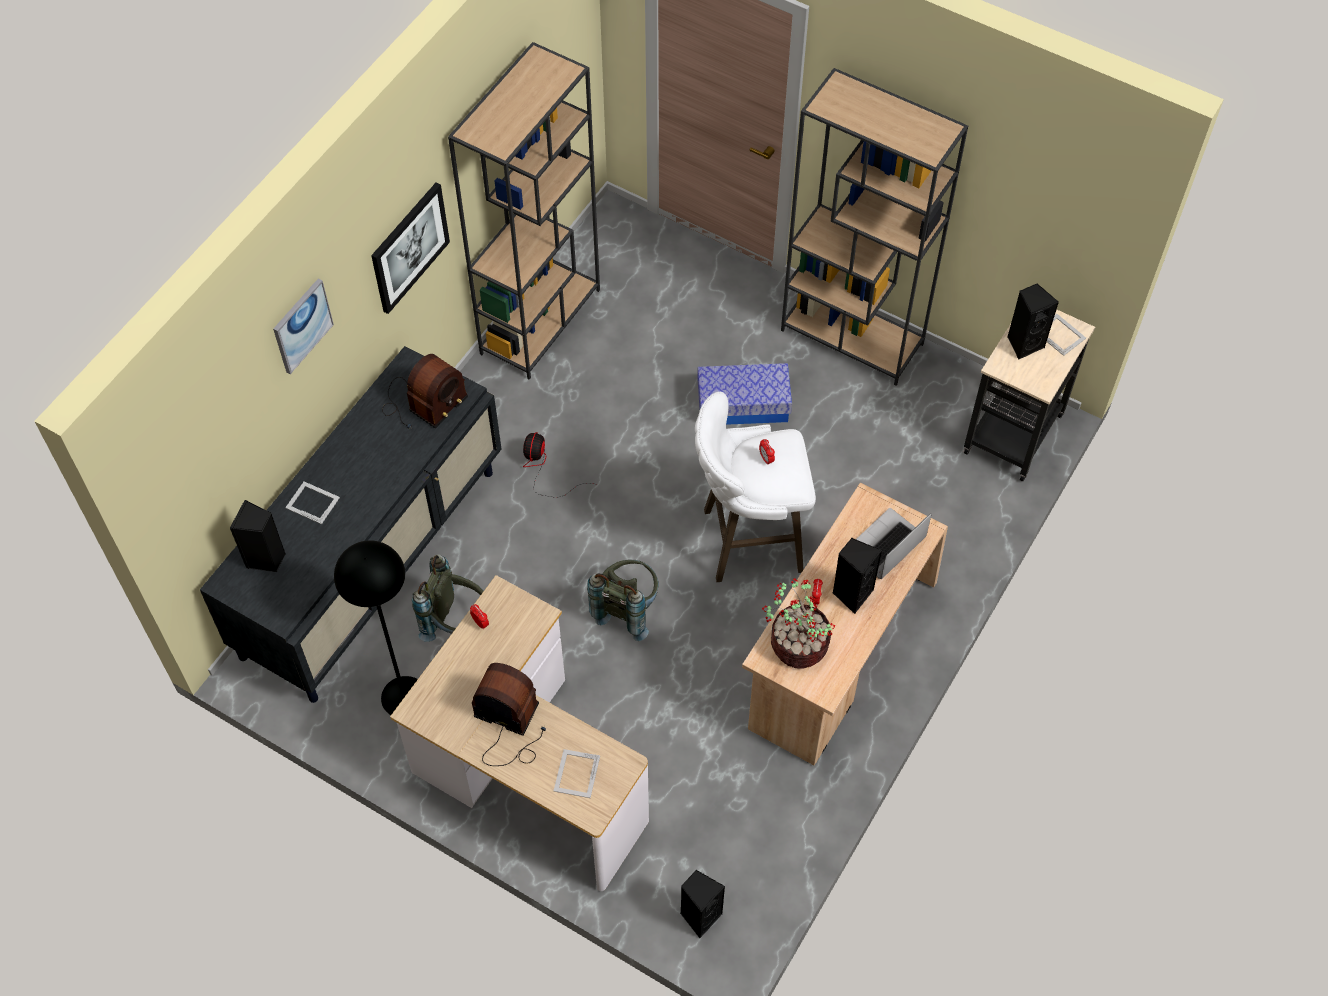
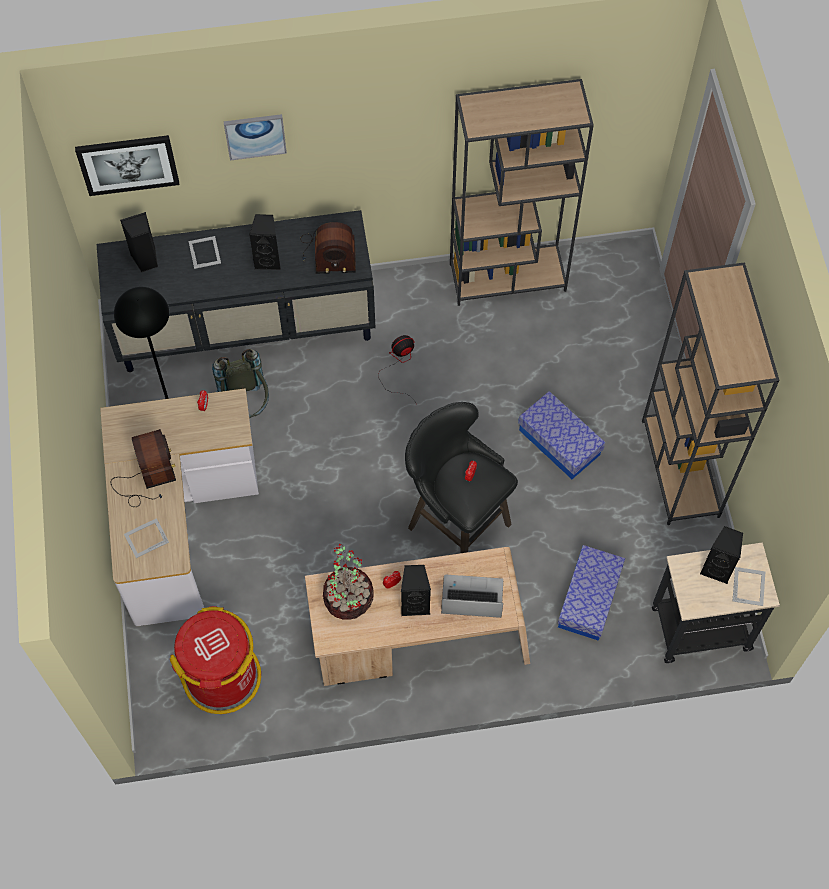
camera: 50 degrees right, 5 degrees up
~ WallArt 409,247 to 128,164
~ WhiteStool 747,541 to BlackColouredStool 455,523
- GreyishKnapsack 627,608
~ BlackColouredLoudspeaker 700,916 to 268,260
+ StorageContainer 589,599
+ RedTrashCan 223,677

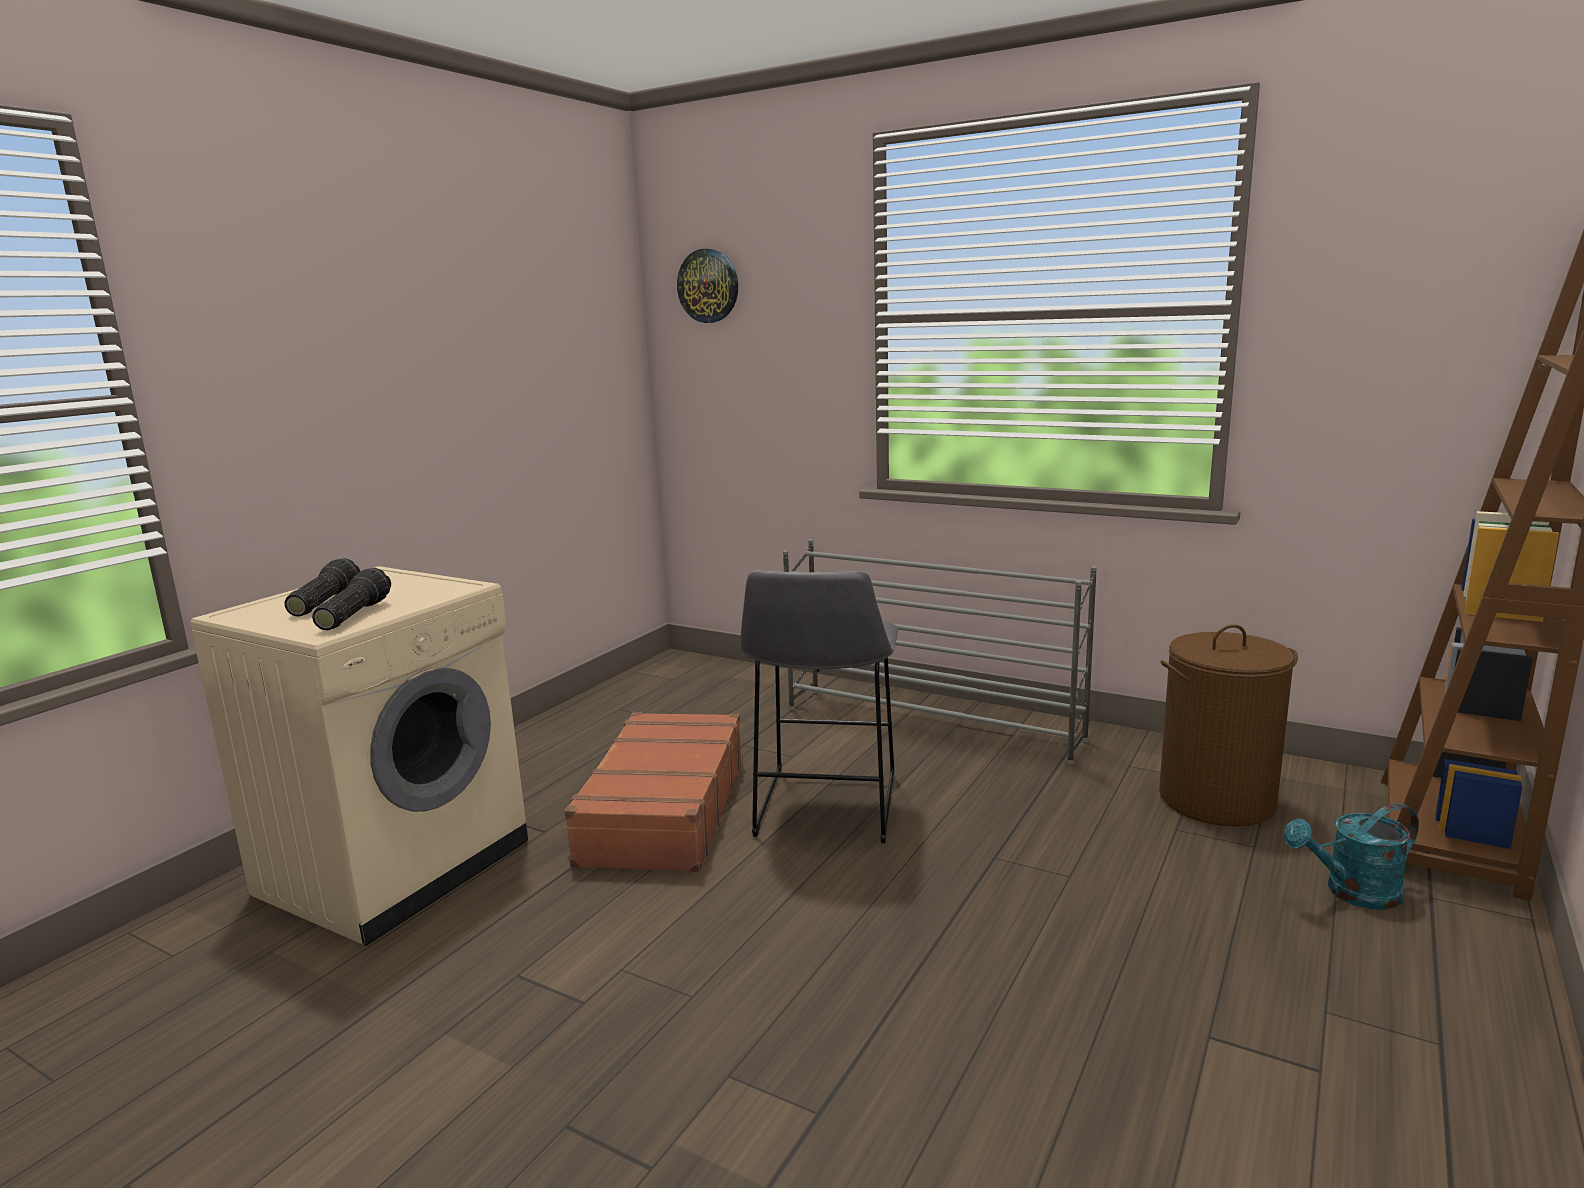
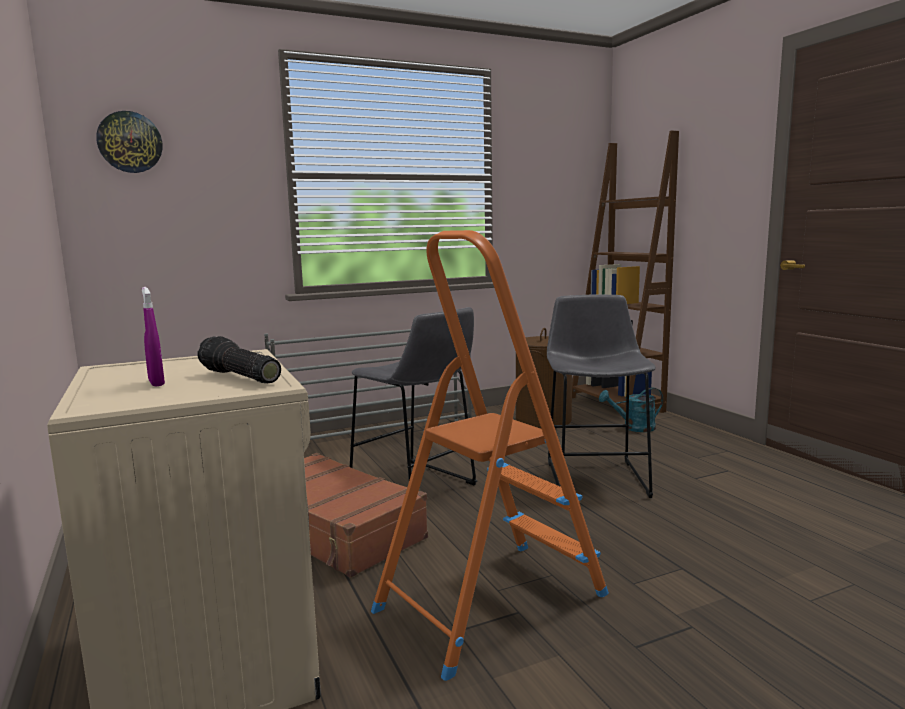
camera: 55 degrees left, 5 degrees down
~ Flashlight 323,602 to PurpleColouredSprayer 156,383
~ TurquoiseWateringPot 1352,893 = 633,428 60 degrees clockwise
+ OrangeStepStool 494,601
+ GreyishStool 595,476

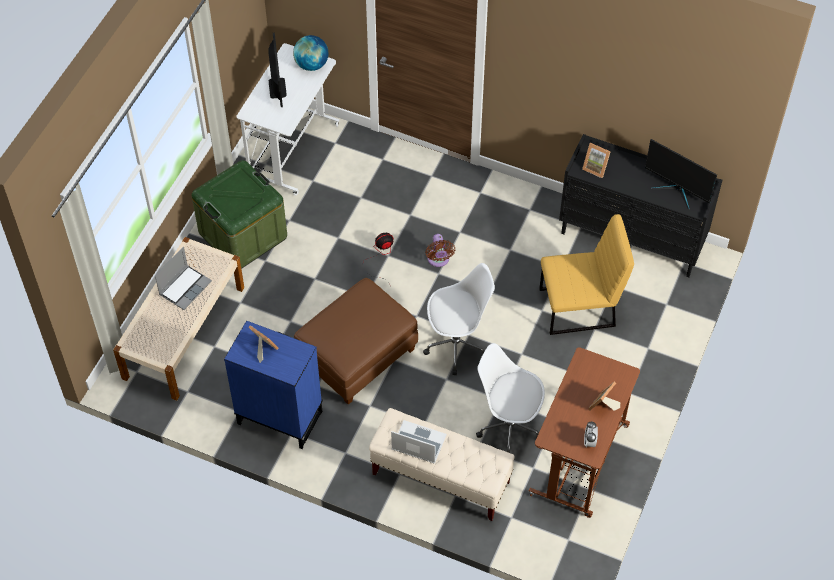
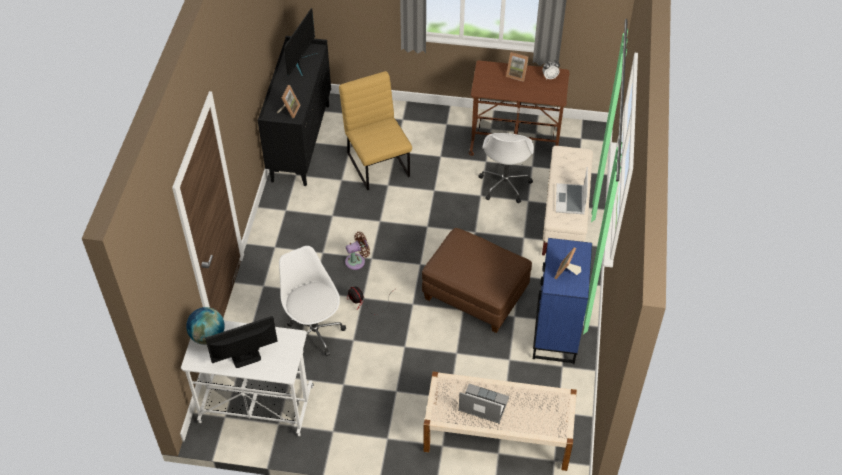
camera: 105 degrees left, 5 degrees down
- GreenStorageContainer 243,234
~ WhiteDeskChair 457,346 to 314,333

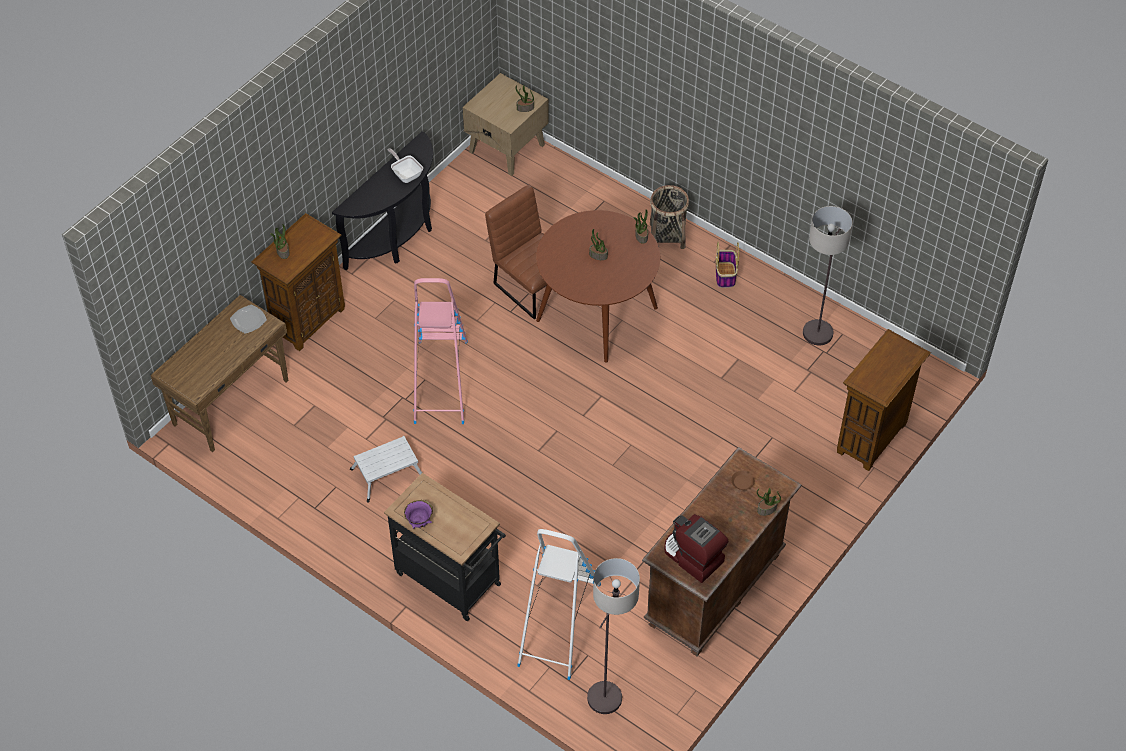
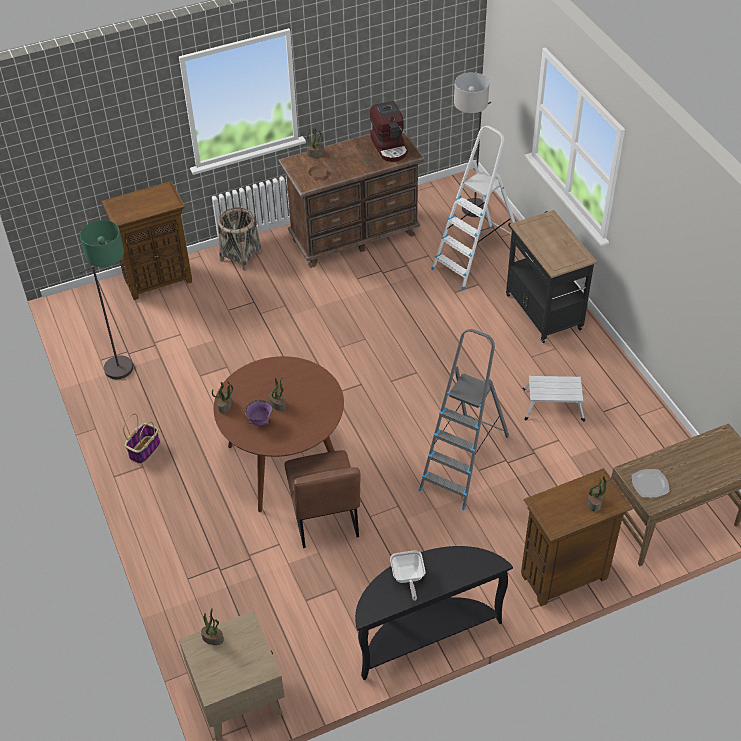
camera: 150 degrees left, 5 degrees down
~ Basket 667,236 to 241,256
~ GreyishFloorLamp 813,340 to GreenFloorLamp 127,365
~ PinkColouredStepStool 441,380 to GreyishStepStool 464,463
~ PurpleColouredDeepDish 419,522 to 260,421

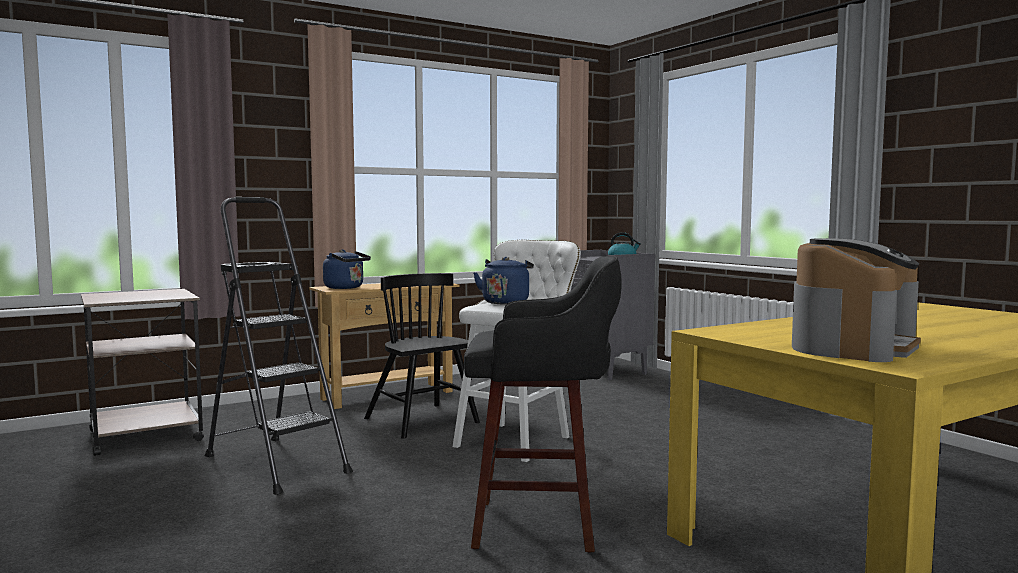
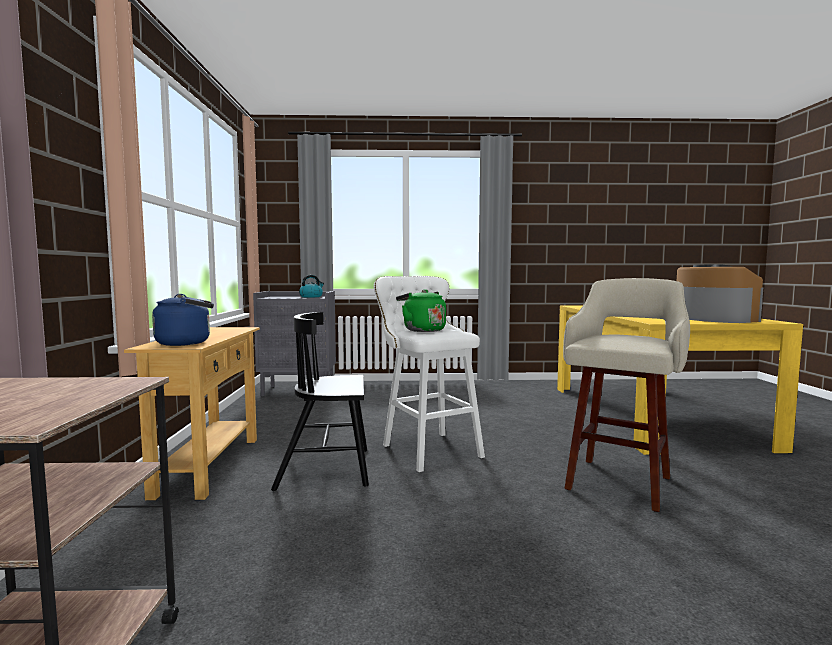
camera: 60 degrees left, 0 degrees up
- StepStool 275,462
~ BlackColouredStool 541,526 to BeigeColouredStool 620,481
~ BlueColouredKettle 506,302 to GreenKettle 422,330

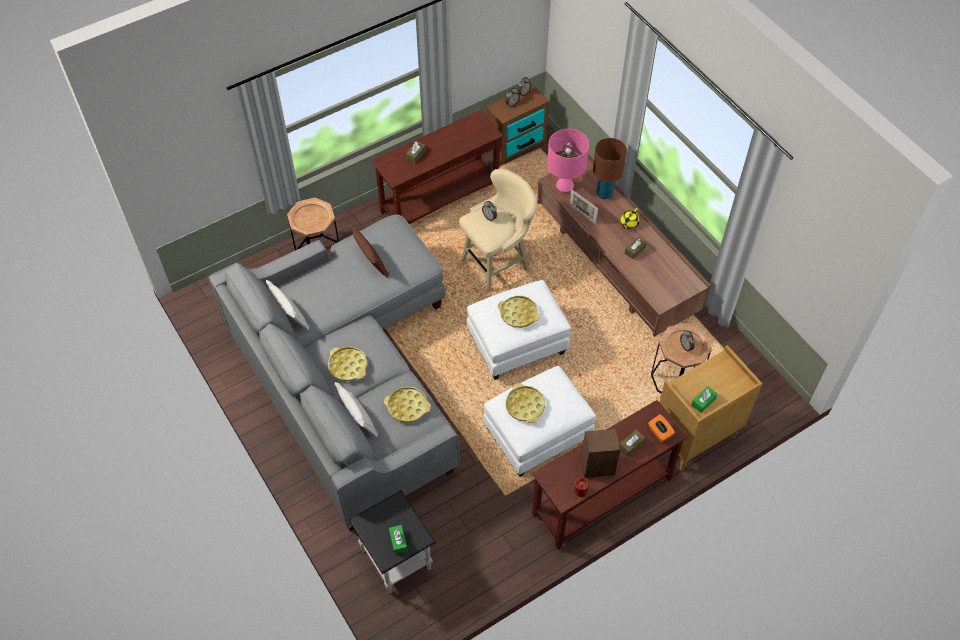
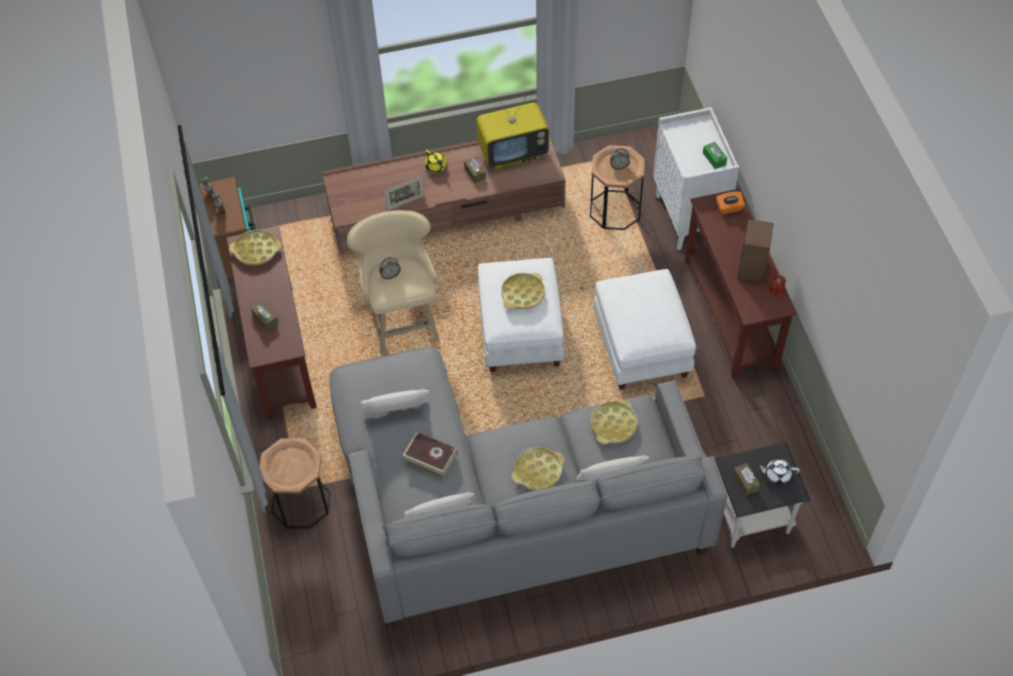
camera: 70 degrees left, 0 degrees up
- PinkColouredTabletopLamp 564,186
- BrownColouredTabletopLamp 604,193
~ BrownColouredCushion 370,261 to WhiteCushion 397,412
~ BrownColouredCupboard 694,438 to WhiteCupboard 688,218
~ YellowishCarryingTray 525,406 to 256,250
~ BrownColouredTissueBox 631,445 to 745,482
~ GreenTissueBox 398,541 to WhitePotForTea 777,474
+ Television 513,153
+ Volume 430,458

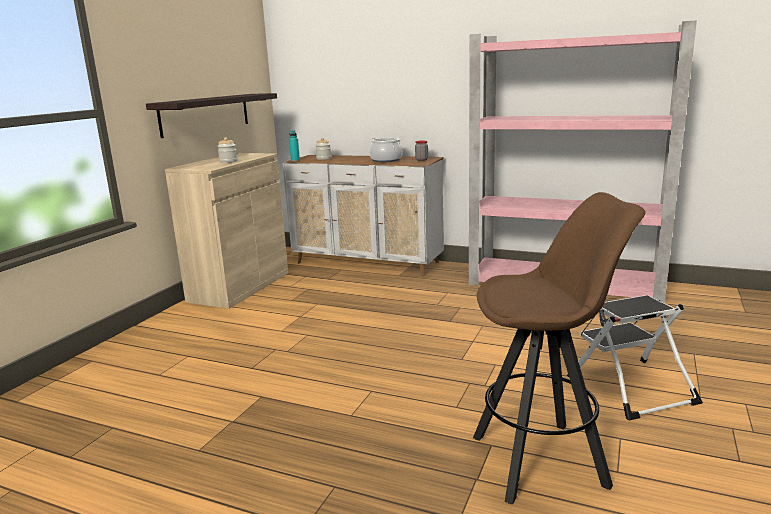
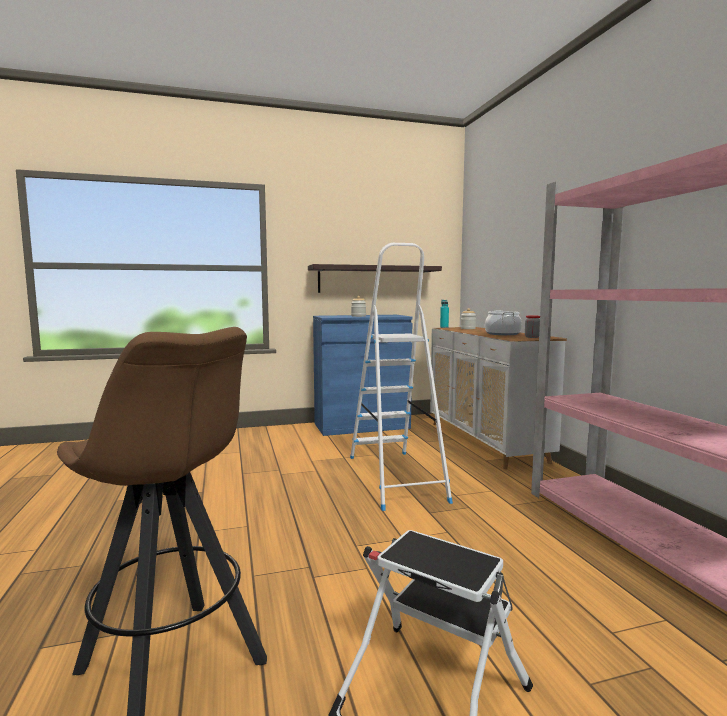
camera: 50 degrees right, 10 degrees down
~ BeigeColouredCupboard 239,287 to BlueColouredCupboard 361,426
+ WhiteStepStool 394,477

